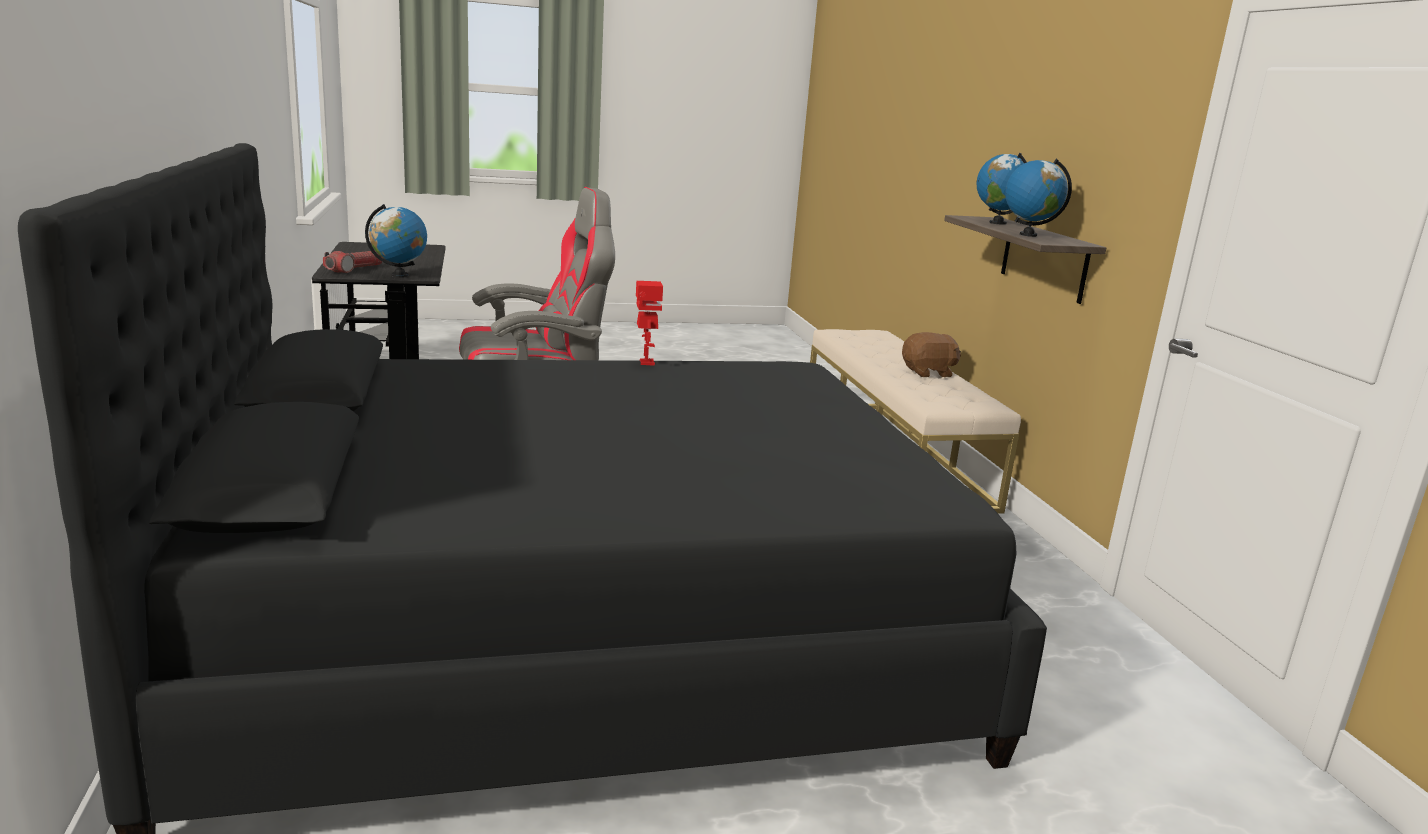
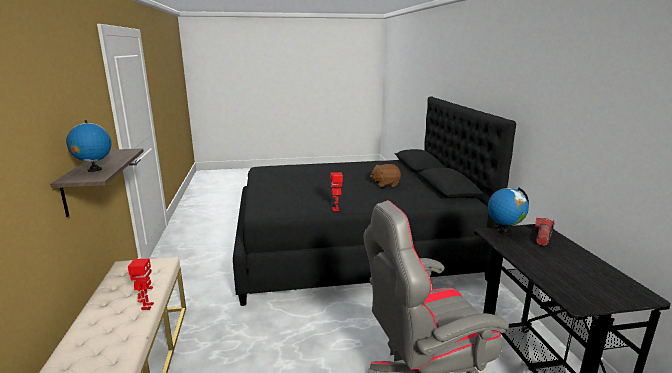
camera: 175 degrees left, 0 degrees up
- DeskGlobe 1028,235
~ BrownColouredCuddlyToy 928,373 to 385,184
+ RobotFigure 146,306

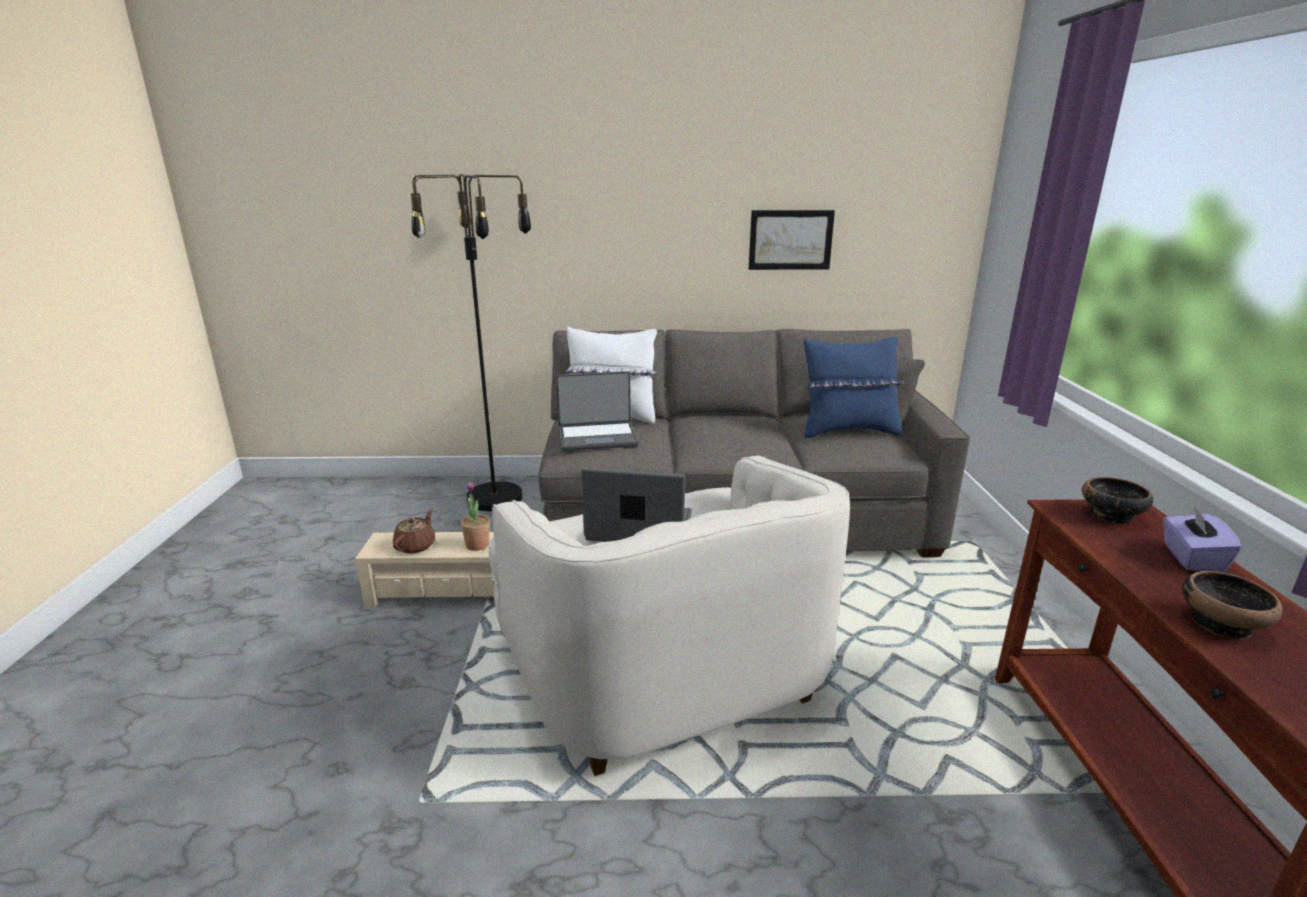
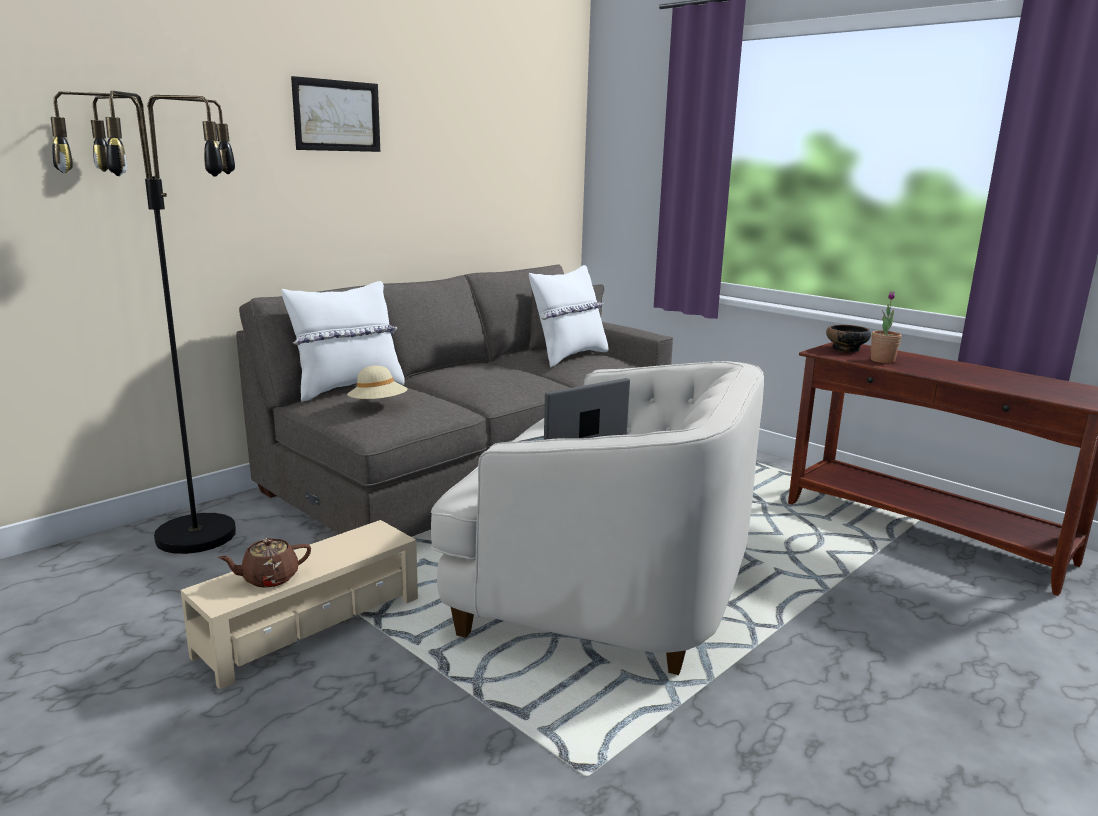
camera: 45 degrees left, 5 degrees down
~ WallArt 790,240 to 337,116
~ BlueColouredCushion 848,431 to WhiteCushion 569,356
~ NotebookComputer 597,437 to BeigeColouredHat 378,406
~ Houseplant 477,545 to 882,360
- PurpleColouredTissueBox 1191,558
~ BrownColouredPotForTea 416,546 = 269,578 90 degrees counterclockwise
- DeepDish 1221,624

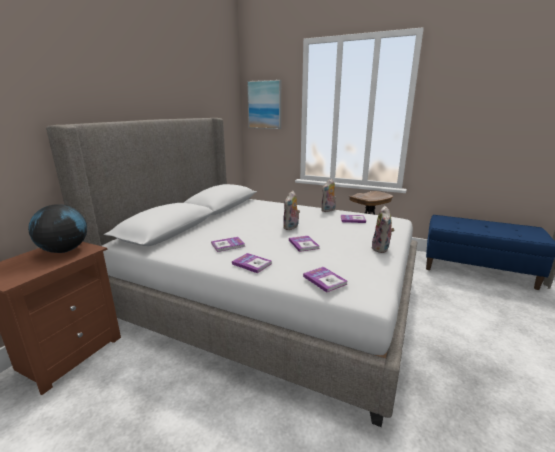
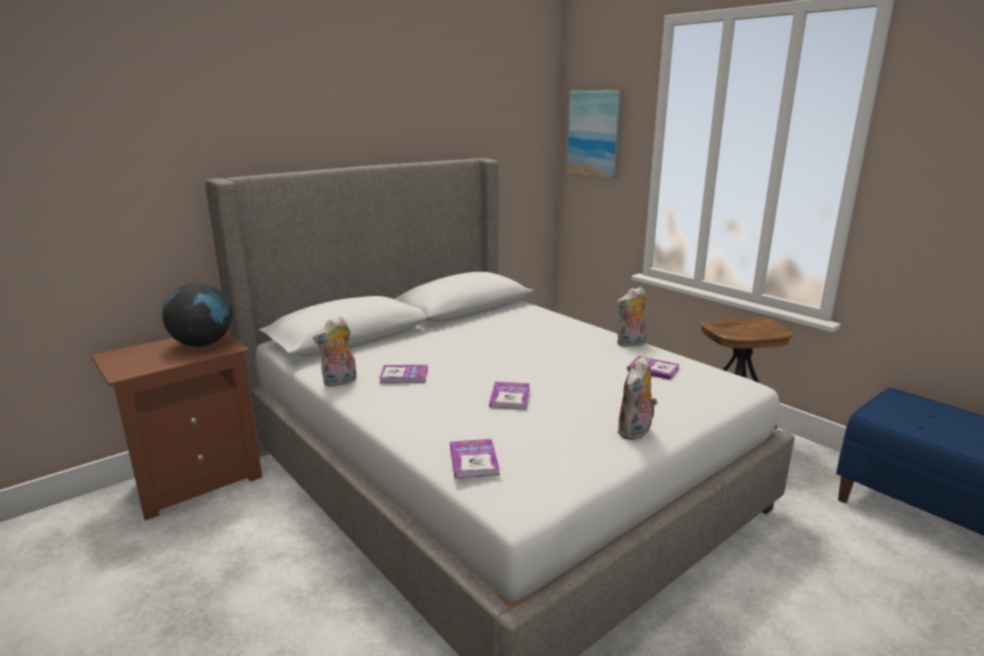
camera: 25 degrees right, 0 degrees up
~ CuddlyToy 291,227 to 340,382
- Volume 252,264

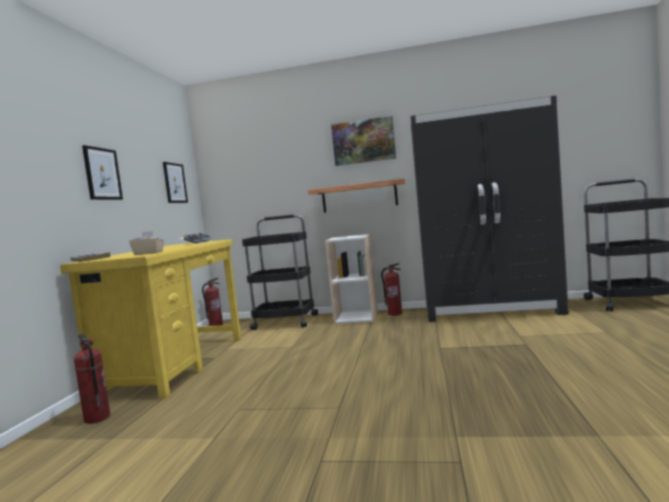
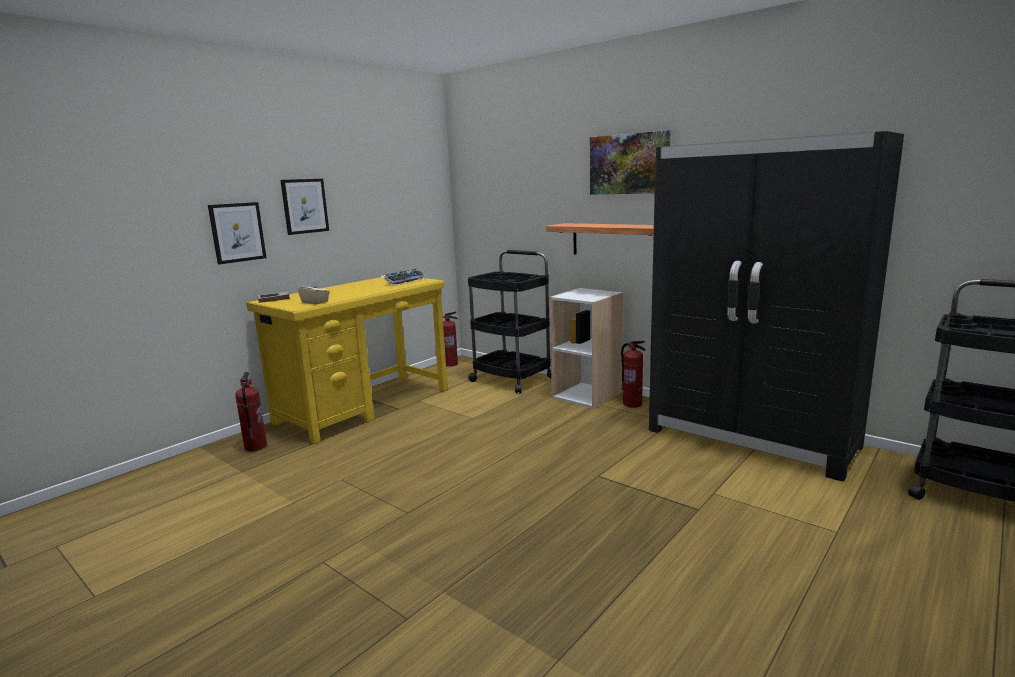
camera: 30 degrees right, 10 degrees up
~ WallArt 175,183 to 237,232

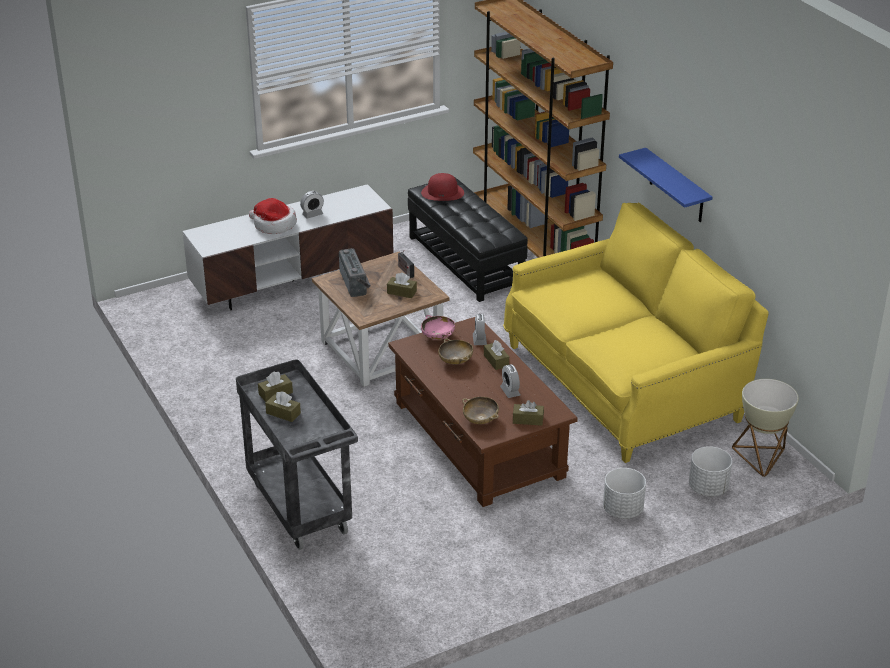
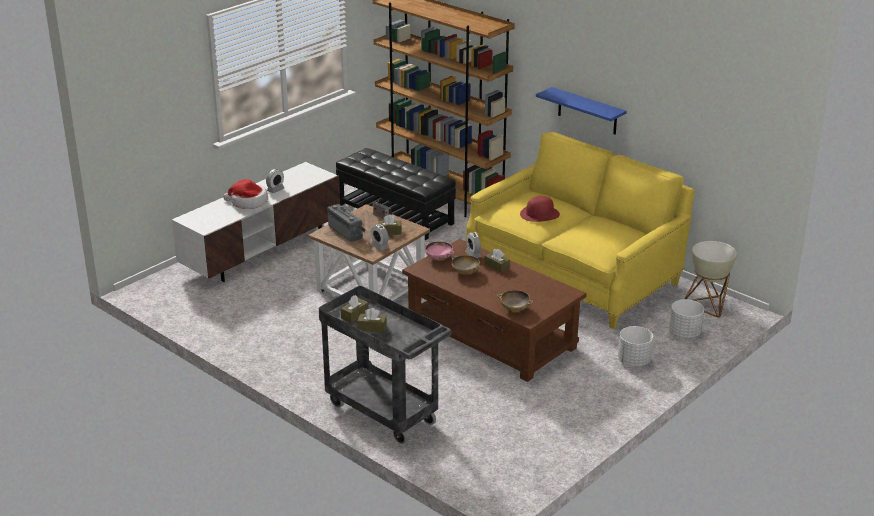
camera: 20 degrees left, 5 degrees down
~ RedHat 442,192 to 540,214
~ AlarmClock 510,391 to 379,246
- BrownColouredTissueBox 528,419

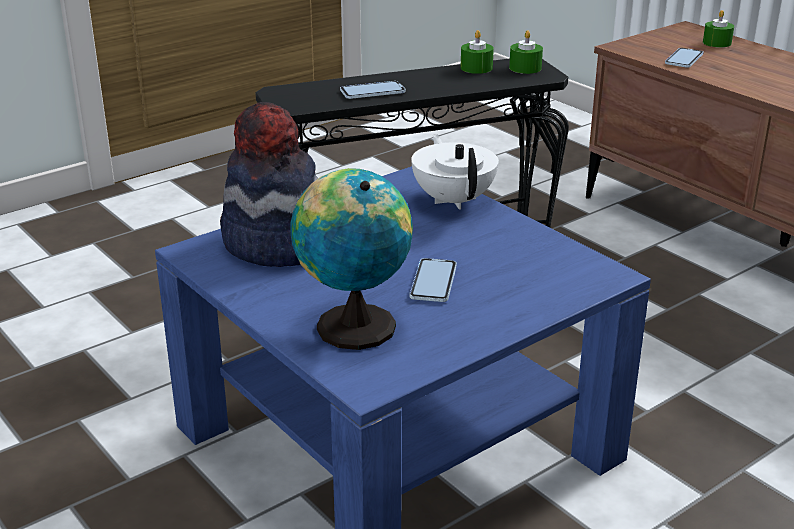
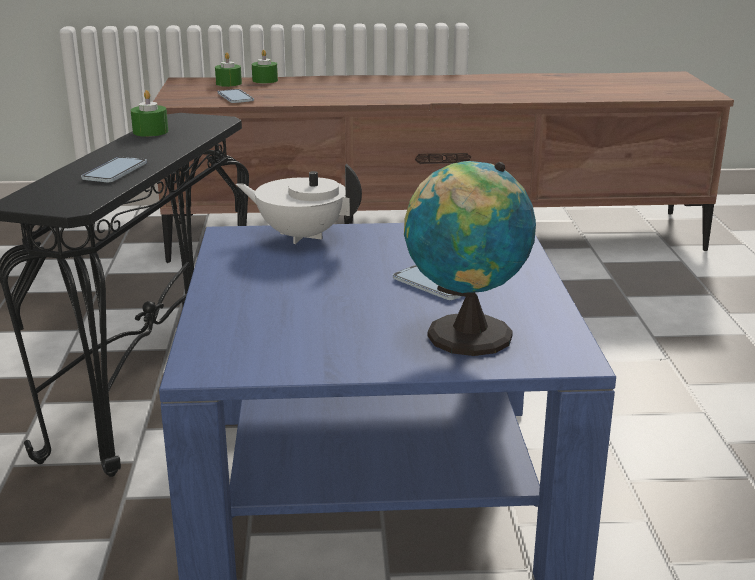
camera: 55 degrees left, 5 degrees down
~ GreenWaxCandle 525,68 to 265,80
- Hat 276,244

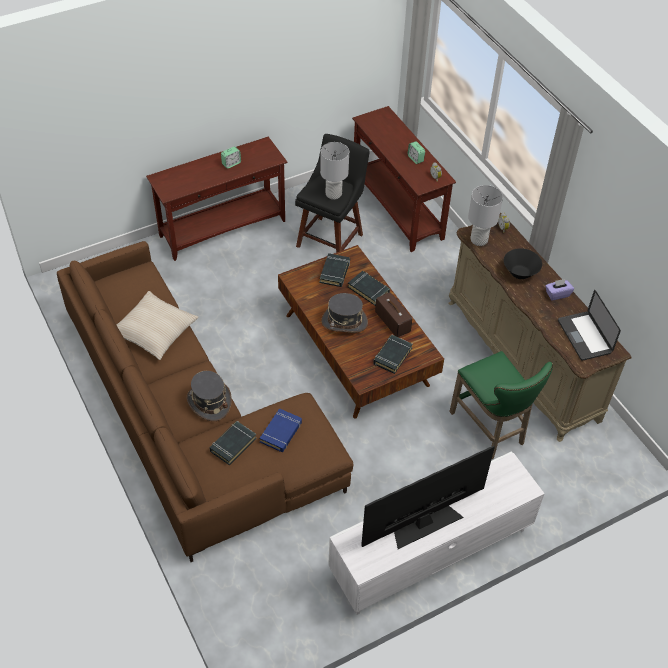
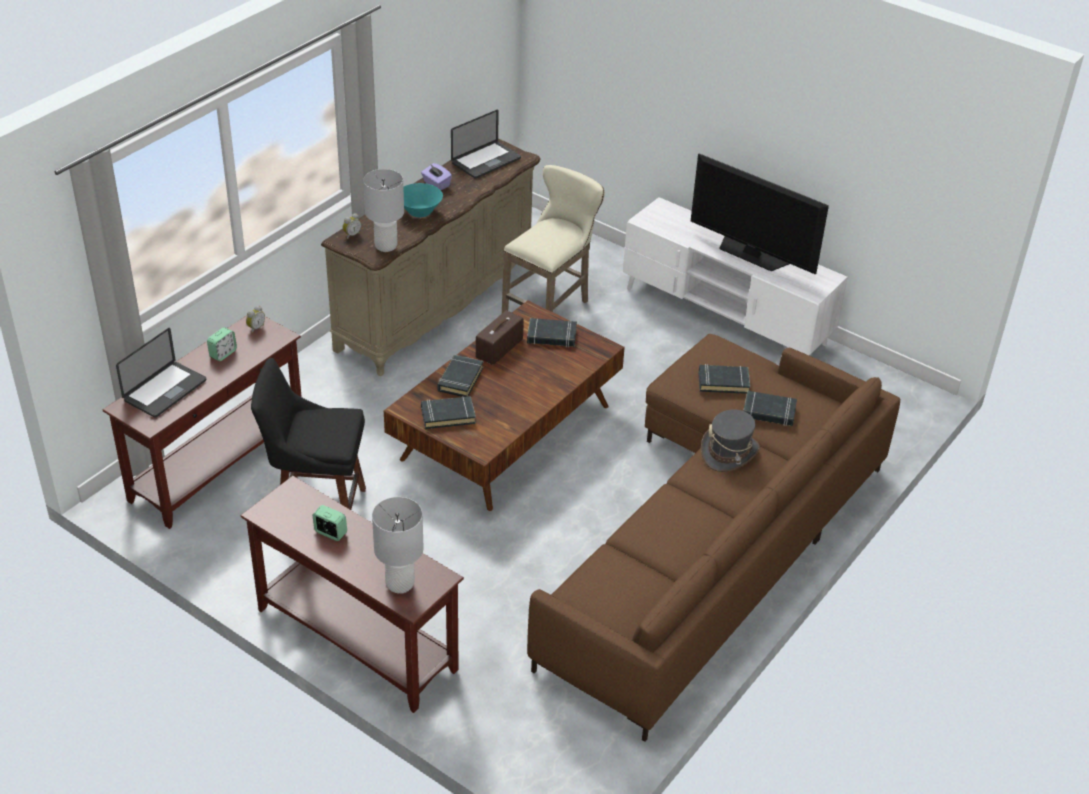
camera: 115 degrees left, 10 degrees down
~ GreyishTabletopLamp 334,195 to 400,585
~ BlackColouredDeepDish 520,273 to TurquoiseDeepDish 420,212
- BeigeColouredCushion 155,331
- GreyishHat 344,322
~ GreenStool 490,430 to BeigeColouredStool 551,308
~ BlueColouredVolume 281,432 to BlackColouredVolume 723,382
+ NotebookComputer 165,391

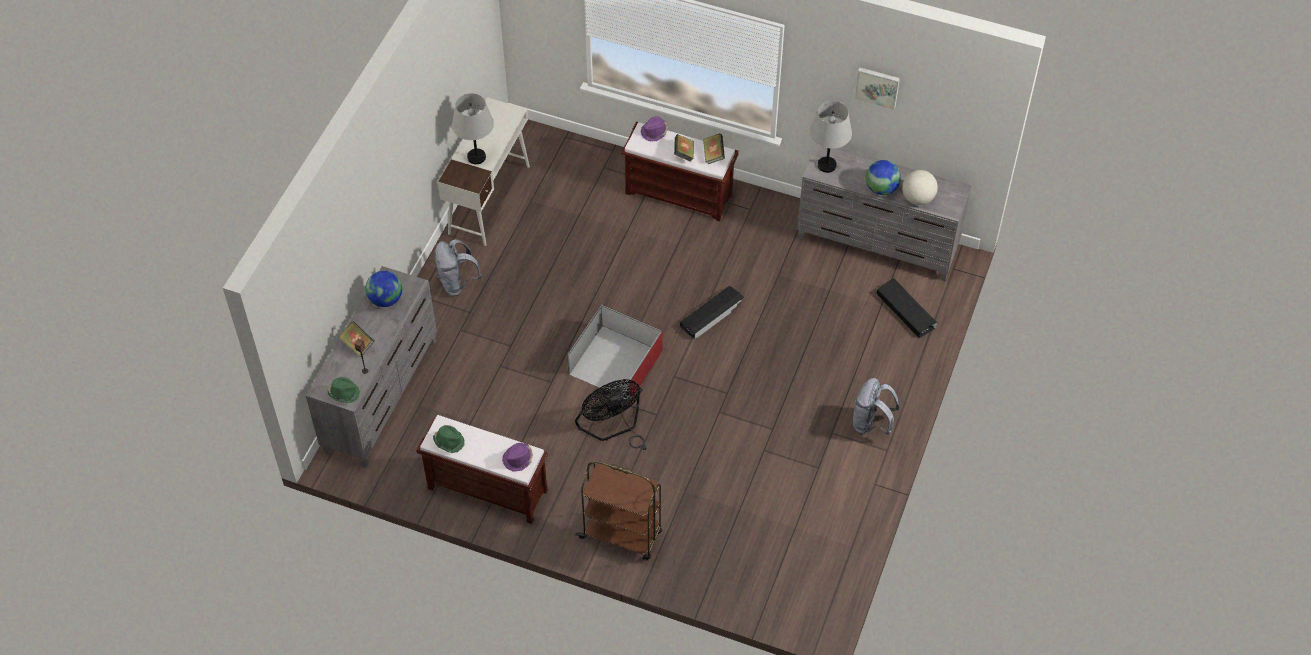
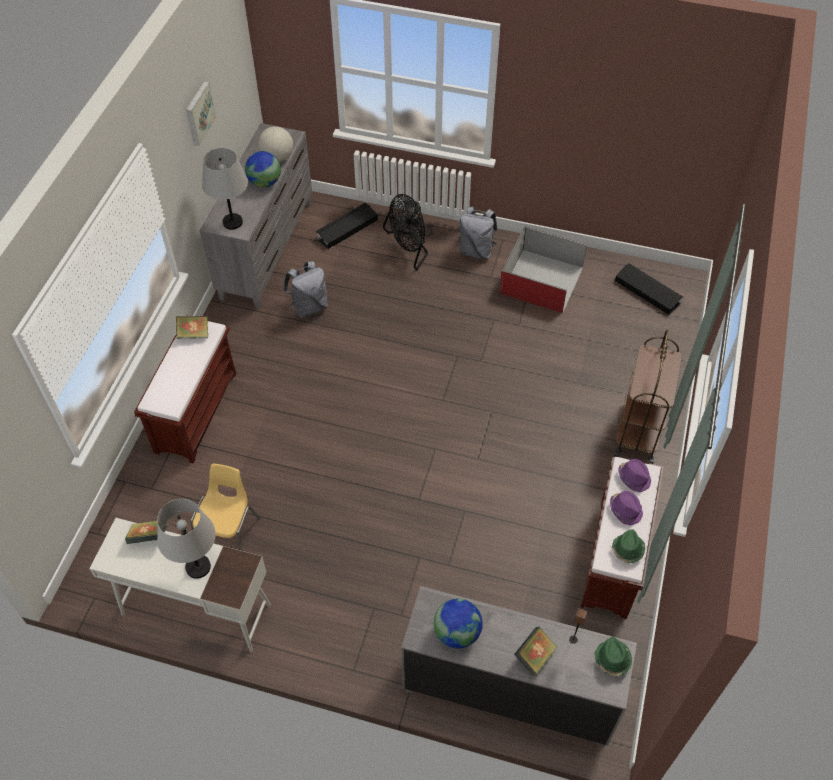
camera: 95 degrees left, 0 degrees up
~ PurpleColouredHat 654,132 to 625,510
~ Volume 684,154 to 149,537
~ GreyishKnapsack 457,283 to 309,307
~ BlackColouredStorageContainer 712,315 to 647,291
~ RedStorageContainer 614,362 to 541,281
~ BlackColouredCoolingFan 616,427 to 411,245
+ YellowishChair 229,536

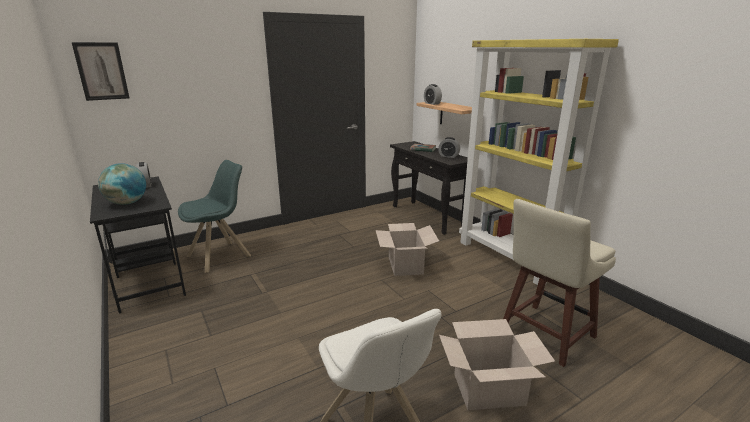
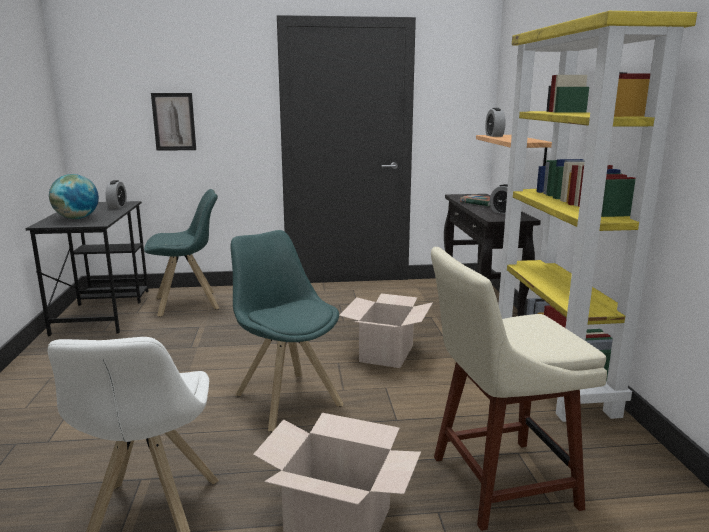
camera: 25 degrees right, 5 degrees down
~ WallArt 101,71 to 174,121
+ TurquoiseChair 287,400

